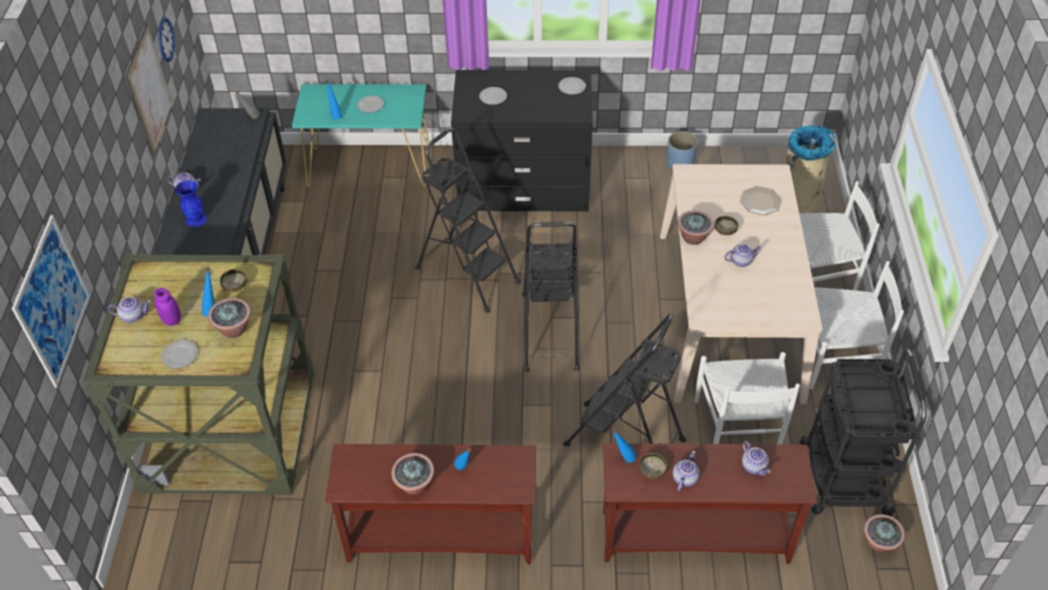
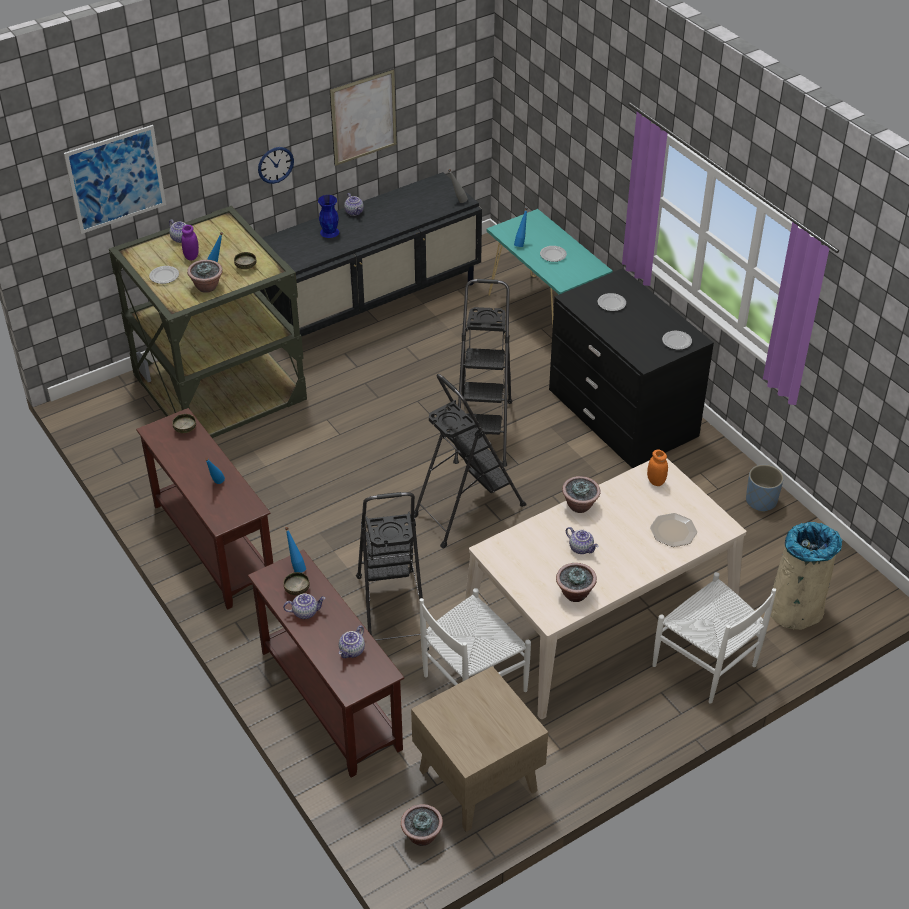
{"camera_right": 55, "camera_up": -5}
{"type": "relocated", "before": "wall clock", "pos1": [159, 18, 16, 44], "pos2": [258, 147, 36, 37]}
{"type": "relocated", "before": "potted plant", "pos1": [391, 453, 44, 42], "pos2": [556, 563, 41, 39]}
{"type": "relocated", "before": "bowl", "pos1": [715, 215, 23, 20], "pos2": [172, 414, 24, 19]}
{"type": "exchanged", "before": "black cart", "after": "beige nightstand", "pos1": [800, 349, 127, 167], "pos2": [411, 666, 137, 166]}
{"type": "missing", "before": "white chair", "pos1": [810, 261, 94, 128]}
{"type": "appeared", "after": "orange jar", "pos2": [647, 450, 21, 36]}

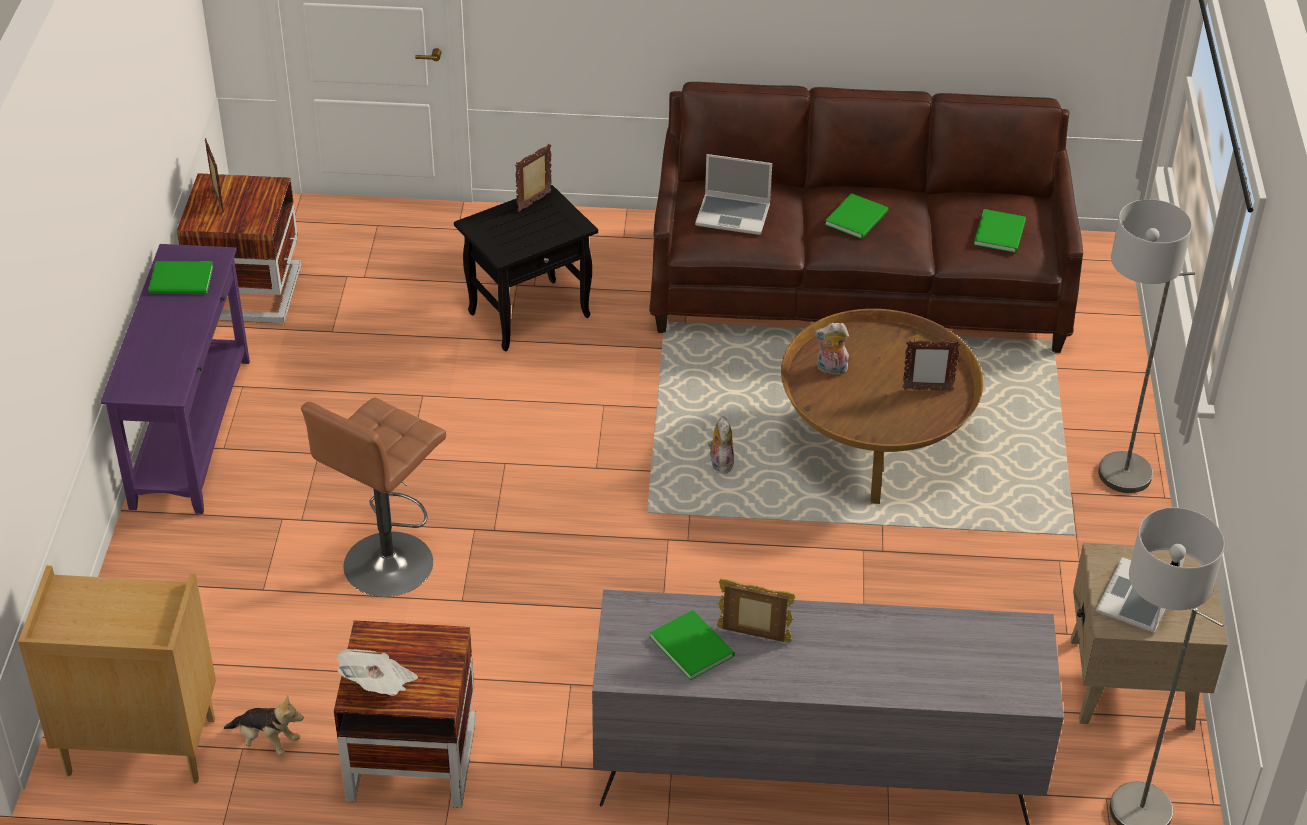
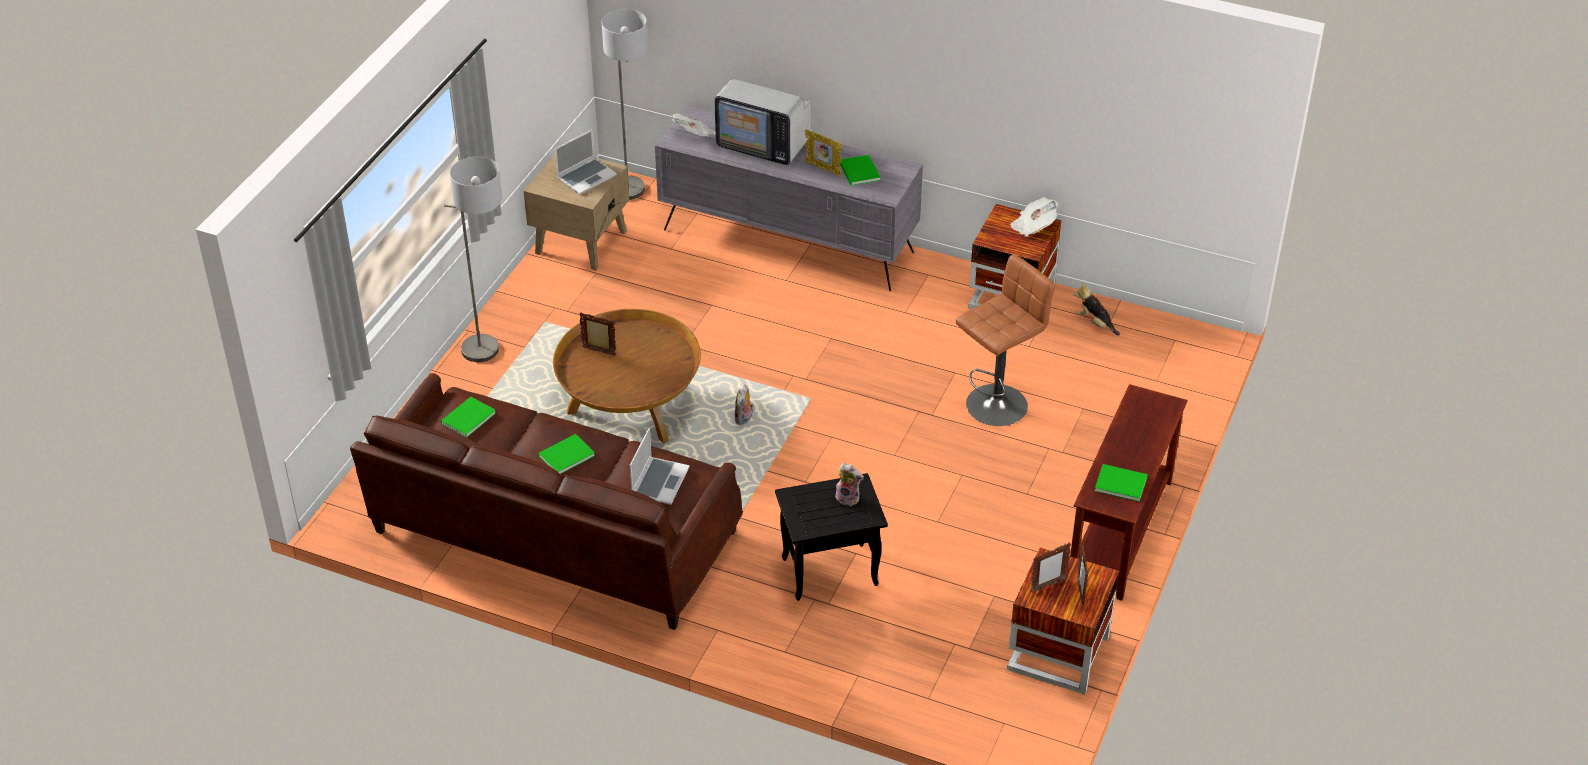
{"camera_right": -160, "camera_up": 0}
{"type": "missing", "before": "brown cabinet", "pos1": [18, 565, 198, 219]}
{"type": "colour", "before": "purple console table", "after": "brown console table", "pos1": [101, 244, 149, 270], "pos2": [1070, 384, 118, 217]}
{"type": "relocated", "before": "picture frame", "pos1": [515, 144, 36, 68], "pos2": [1031, 542, 40, 51]}
{"type": "spun", "before": "laptop", "pos1": [695, 154, 77, 81], "pos2": [630, 428, 60, 77], "turn": 75}
{"type": "relocated", "before": "plush toy", "pos1": [814, 323, 35, 52], "pos2": [835, 463, 29, 43]}
{"type": "appeared", "after": "newspaper", "pos2": [672, 113, 43, 24]}
{"type": "appeared", "after": "television", "pos2": [715, 79, 96, 86]}

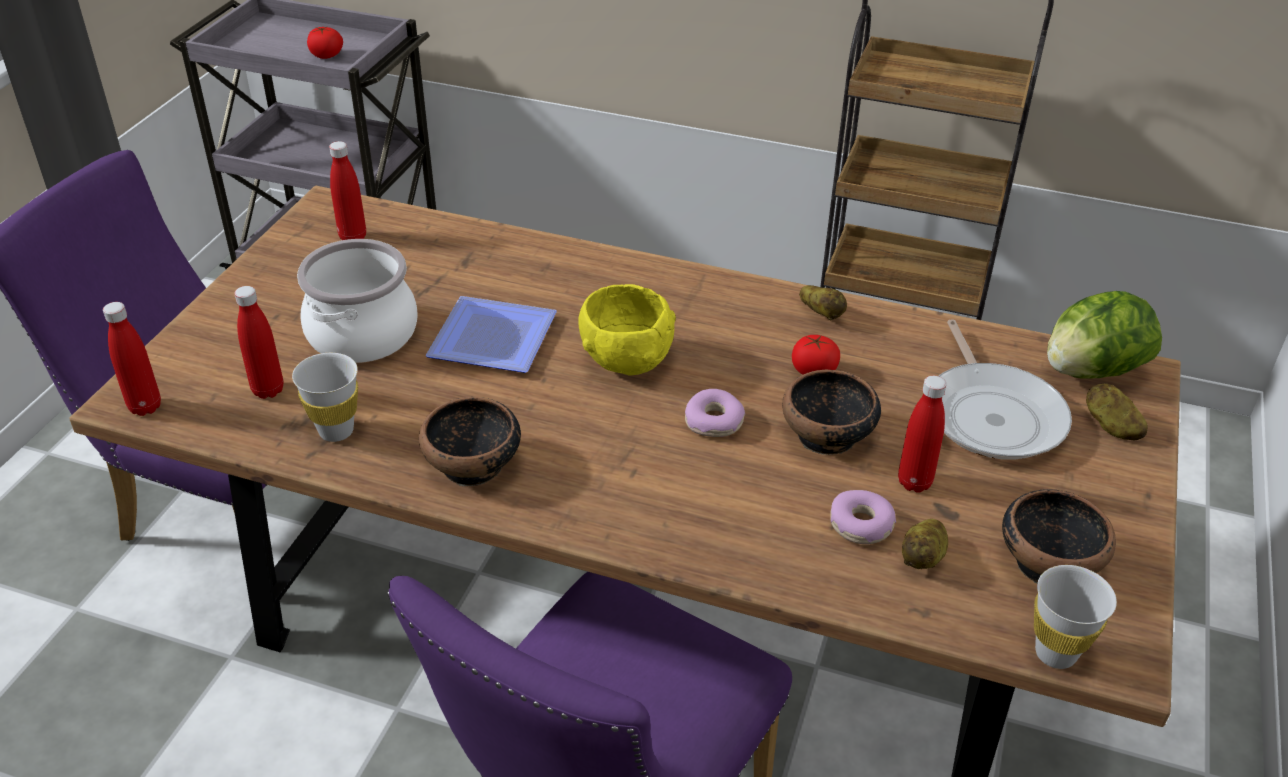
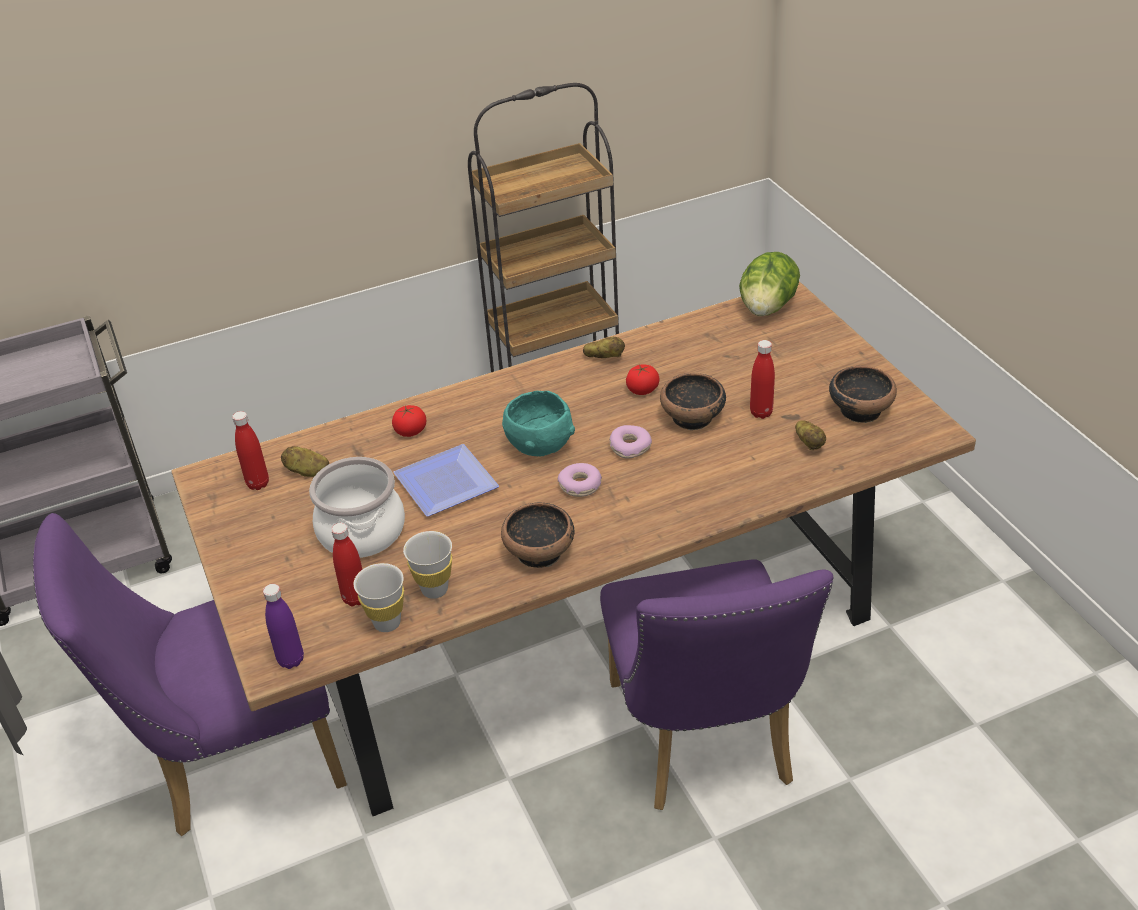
{"camera_right": -40, "camera_up": 0}
{"type": "colour", "before": "red bottle", "after": "purple bottle", "pos1": [103, 302, 58, 114], "pos2": [263, 584, 41, 85]}
{"type": "relocated", "before": "tomato", "pos1": [307, 26, 36, 33], "pos2": [392, 405, 34, 32]}
{"type": "colour", "before": "yellow bowl", "after": "turquoise bowl", "pos1": [579, 284, 97, 92], "pos2": [502, 391, 73, 65]}
{"type": "relocated", "before": "donut", "pos1": [830, 490, 66, 54], "pos2": [558, 463, 44, 34]}
{"type": "missing", "before": "frying pan", "pos1": [939, 319, 133, 141]}
{"type": "relocated", "before": "white cup", "pos1": [1034, 565, 83, 104], "pos2": [354, 563, 50, 69]}
{"type": "relocated", "before": "potato", "pos1": [1086, 383, 62, 57], "pos2": [281, 446, 48, 31]}

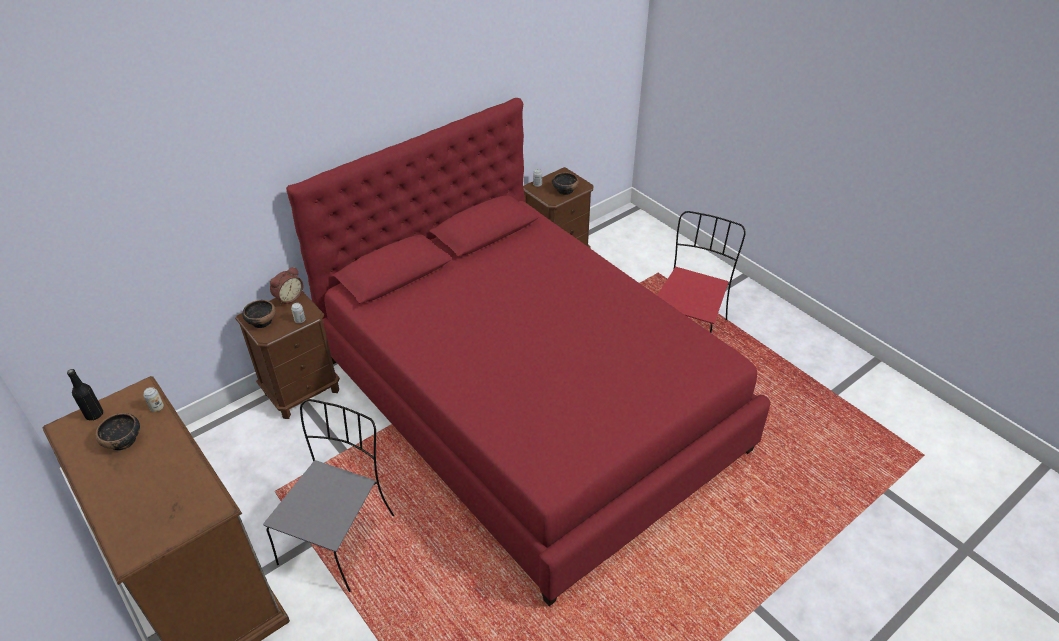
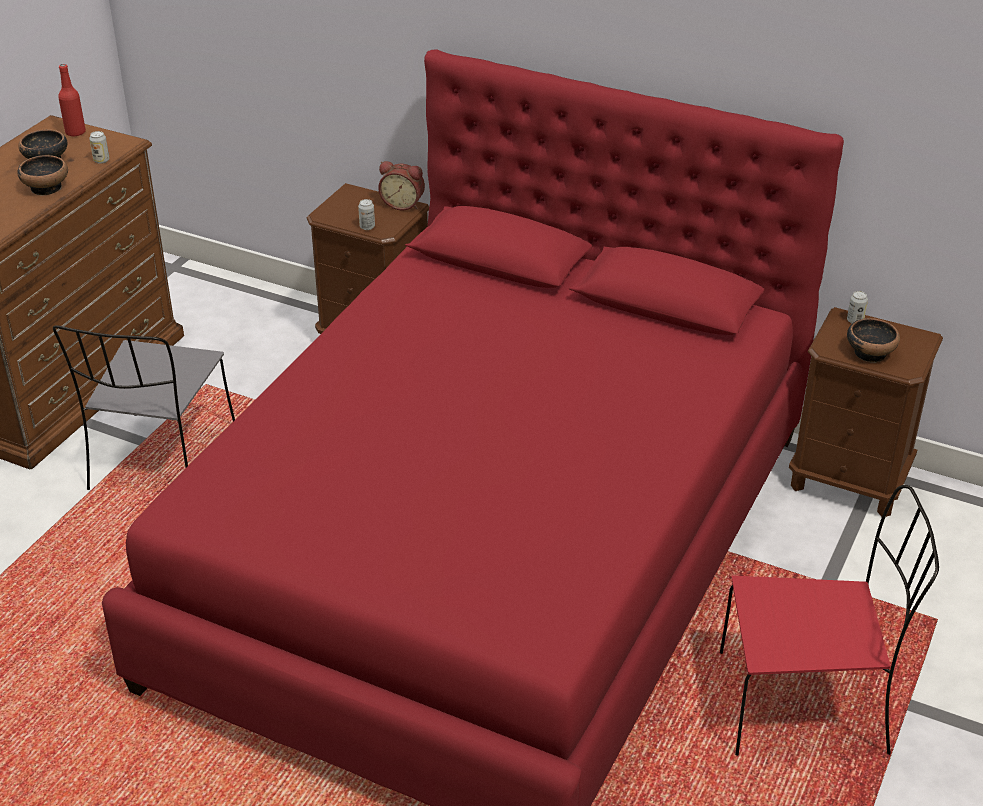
{"camera_right": 65, "camera_up": -5}
{"type": "colour", "before": "black bottle", "after": "red bottle", "pos1": [67, 369, 36, 52], "pos2": [58, 64, 28, 73]}
{"type": "relocated", "before": "bowl", "pos1": [242, 300, 34, 28], "pos2": [18, 155, 50, 41]}
{"type": "spun", "before": "grey chair", "pos1": [263, 399, 131, 193], "pos2": [53, 325, 182, 165], "turn": 105}

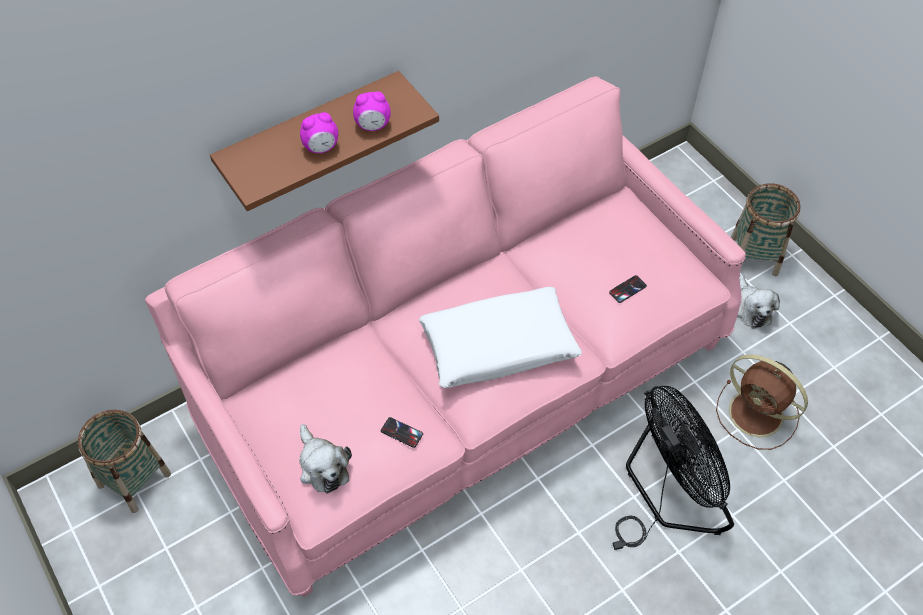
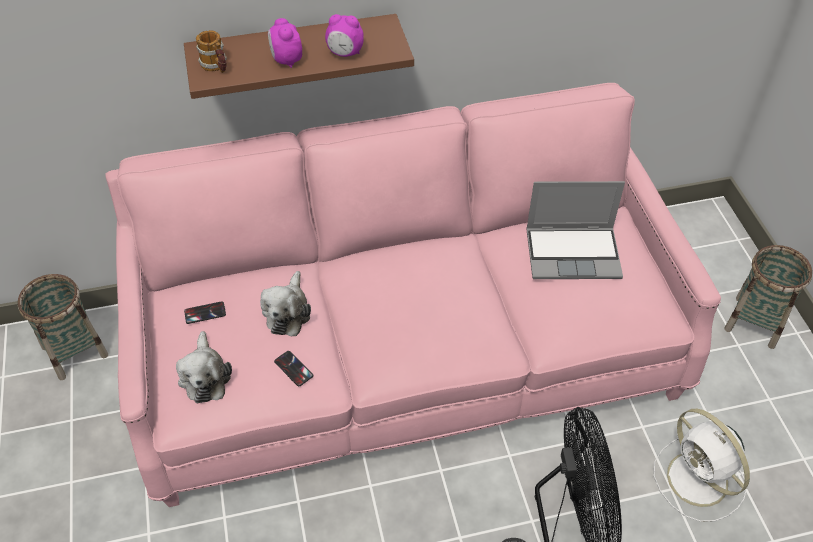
{"camera_right": 20, "camera_up": -5}
{"type": "spun", "before": "alarm clock", "pos1": [300, 112, 38, 41], "pos2": [268, 18, 34, 50], "turn": 75}
{"type": "missing", "before": "white pillow", "pos1": [419, 287, 163, 101]}
{"type": "relocated", "before": "phone", "pos1": [609, 275, 38, 28], "pos2": [184, 301, 42, 23]}
{"type": "colour", "before": "brown fan", "after": "white fan", "pos1": [716, 354, 92, 96], "pos2": [654, 409, 96, 113]}
{"type": "relocated", "before": "plush toy", "pos1": [737, 275, 43, 54], "pos2": [260, 271, 51, 65]}
{"type": "appeared", "after": "mug", "pos2": [196, 30, 31, 43]}
{"type": "appeared", "after": "laptop", "pos2": [526, 181, 99, 98]}

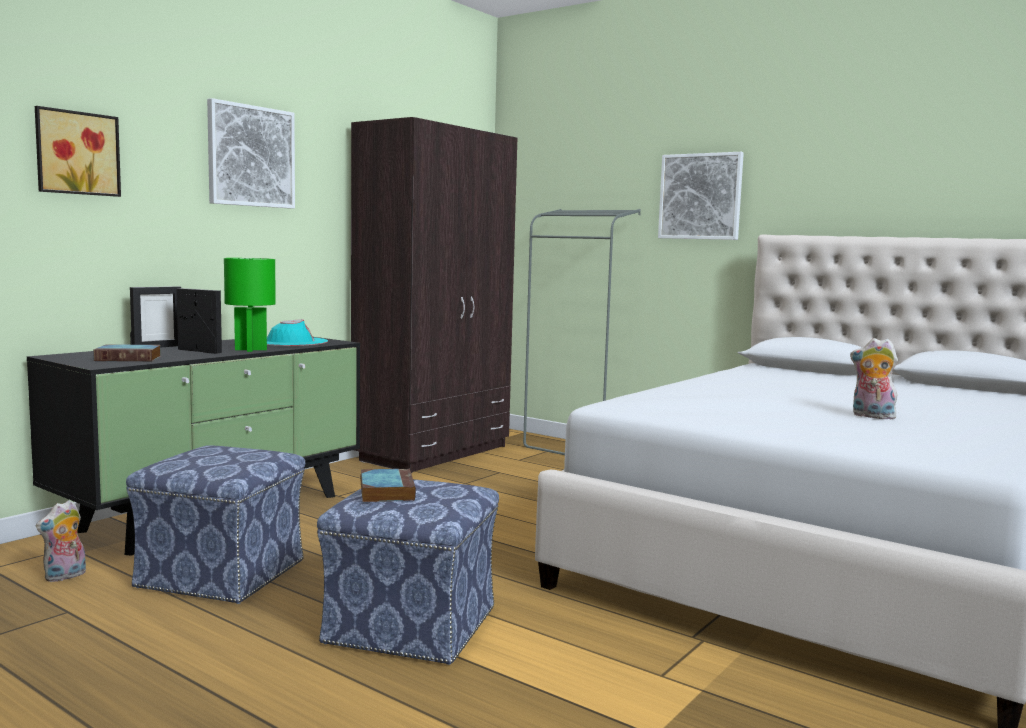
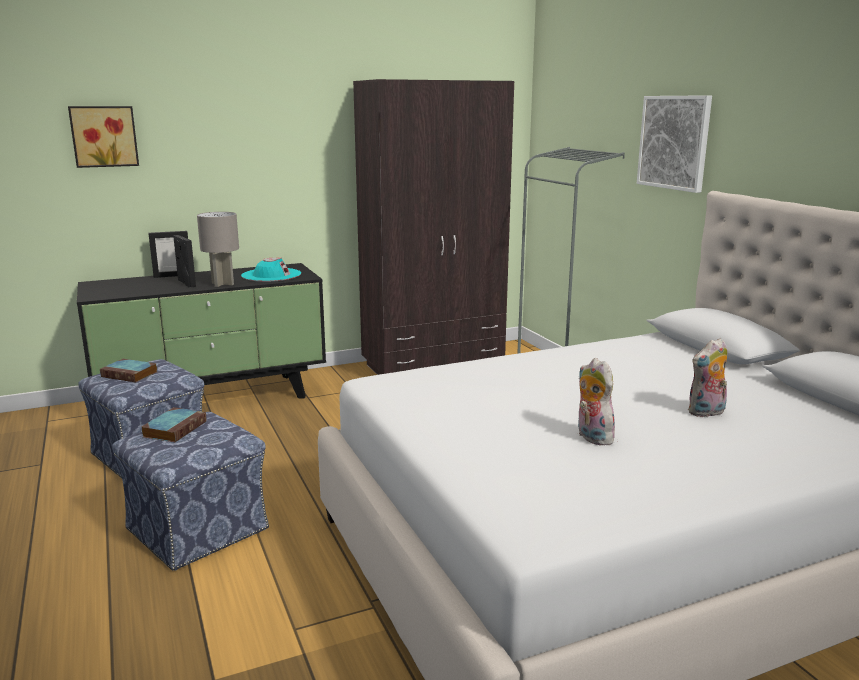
{"camera_right": 30, "camera_up": 10}
{"type": "relocated", "before": "plush toy", "pos1": [36, 500, 50, 82], "pos2": [688, 338, 39, 80]}
{"type": "relocated", "before": "book", "pos1": [93, 344, 68, 17], "pos2": [100, 359, 57, 23]}
{"type": "missing", "before": "picture", "pos1": [207, 98, 88, 111]}
{"type": "colour", "before": "green table lamp", "after": "grey table lamp", "pos1": [224, 258, 52, 94], "pos2": [197, 212, 42, 75]}

